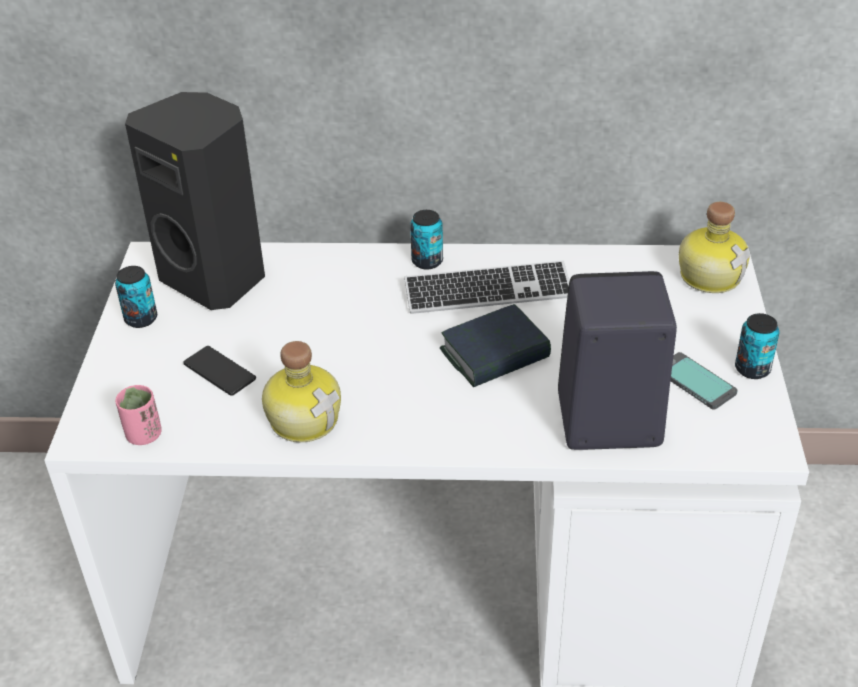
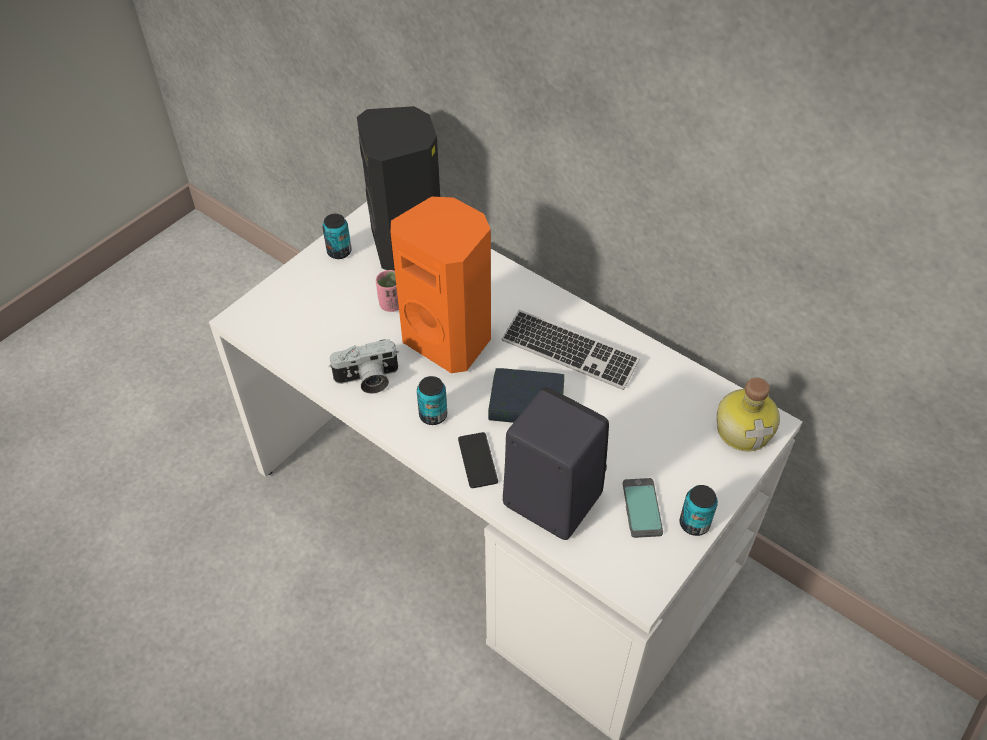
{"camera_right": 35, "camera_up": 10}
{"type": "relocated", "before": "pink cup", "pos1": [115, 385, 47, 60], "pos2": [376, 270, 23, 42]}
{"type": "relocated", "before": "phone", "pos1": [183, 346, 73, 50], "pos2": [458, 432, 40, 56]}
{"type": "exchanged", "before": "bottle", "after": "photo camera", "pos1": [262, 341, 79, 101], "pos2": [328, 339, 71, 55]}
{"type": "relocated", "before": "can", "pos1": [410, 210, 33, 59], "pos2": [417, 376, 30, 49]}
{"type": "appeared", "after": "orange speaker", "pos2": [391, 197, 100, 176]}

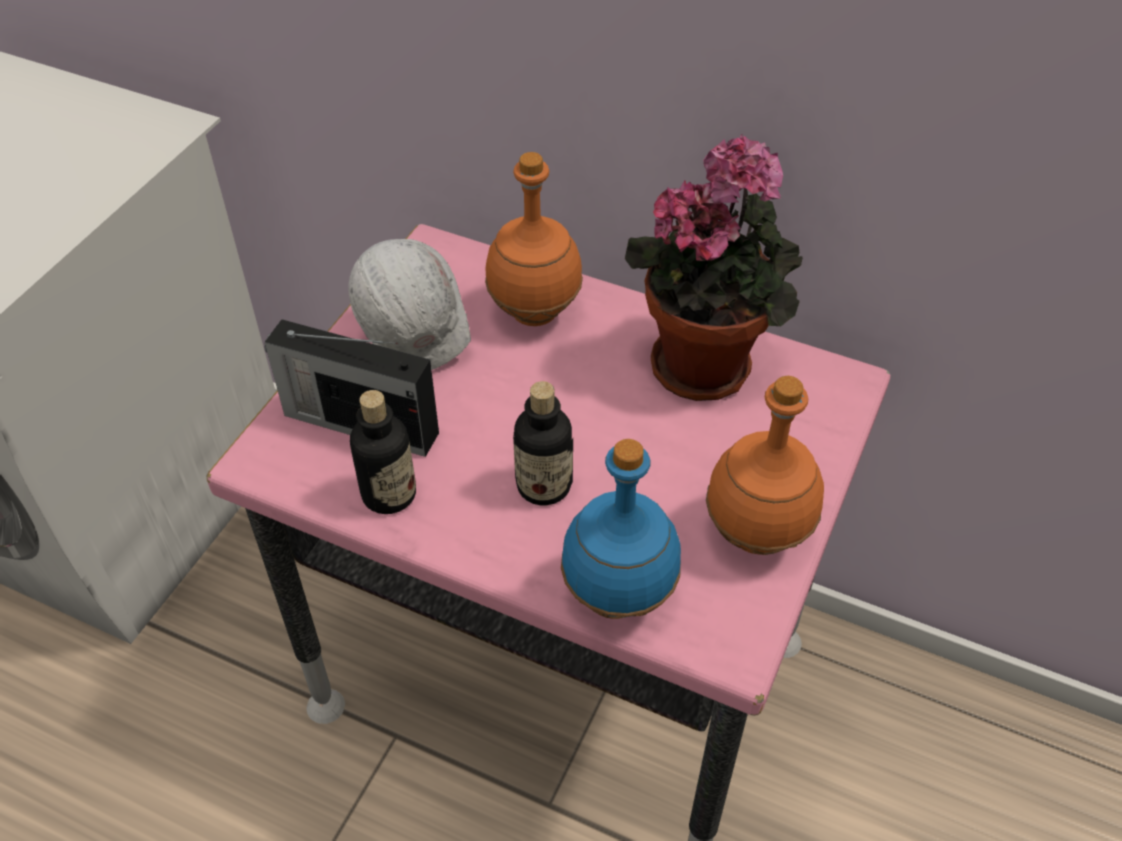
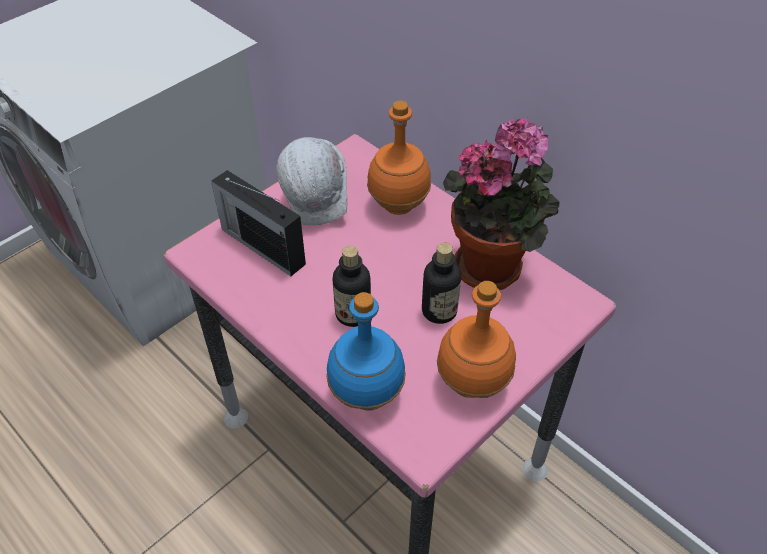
{"camera_right": 20, "camera_up": 0}
{"type": "relocated", "before": "bottle", "pos1": [350, 390, 66, 124], "pos2": [422, 242, 39, 82]}

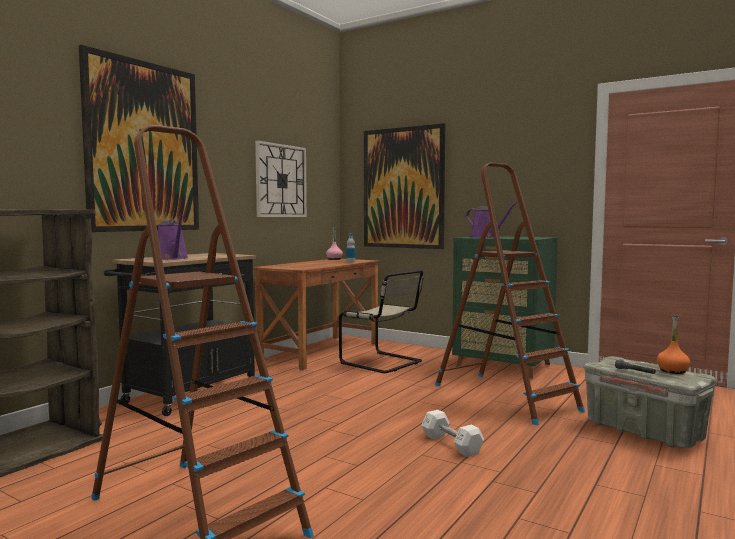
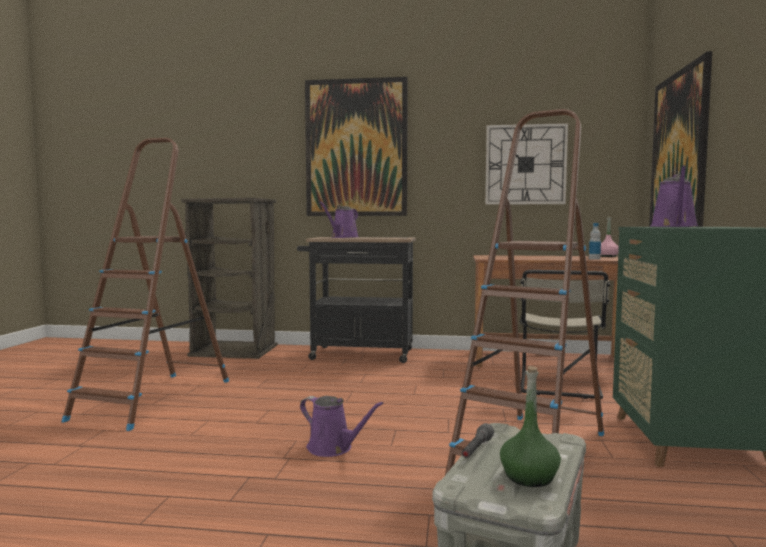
{"camera_right": 65, "camera_up": 0}
{"type": "exchanged", "before": "white dumbbell", "after": "purple watering can", "pos1": [421, 410, 63, 47], "pos2": [300, 396, 84, 61]}
{"type": "colour", "before": "orange bottle", "after": "green bottle", "pos1": [657, 315, 33, 59], "pos2": [500, 366, 61, 121]}

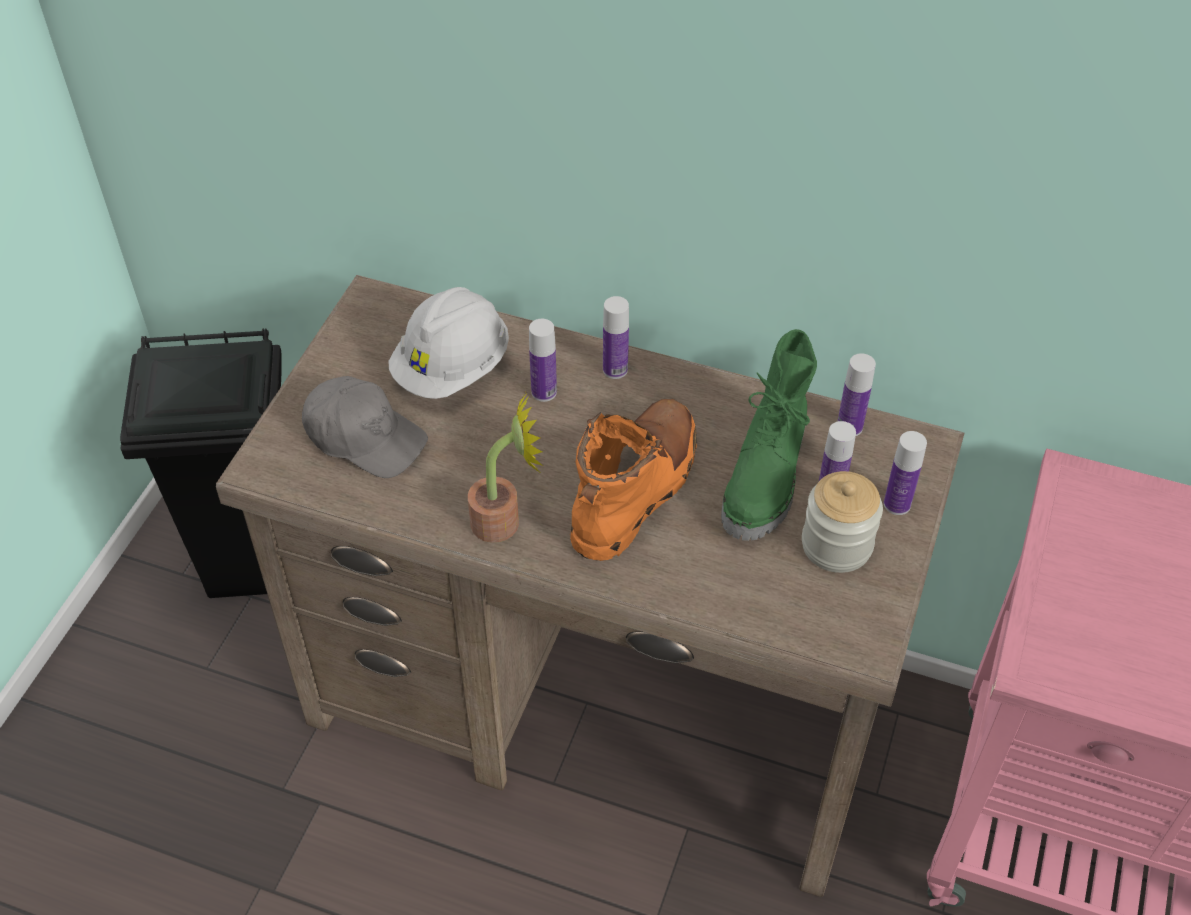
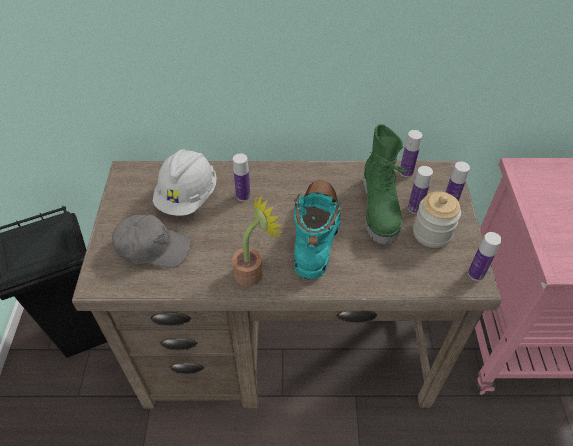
{"camera_right": -20, "camera_up": 0}
{"type": "colour", "before": "orange boot", "after": "turquoise boot", "pos1": [570, 399, 127, 162], "pos2": [294, 180, 48, 99]}
{"type": "relocated", "before": "bottle", "pos1": [603, 296, 26, 83], "pos2": [468, 232, 34, 49]}

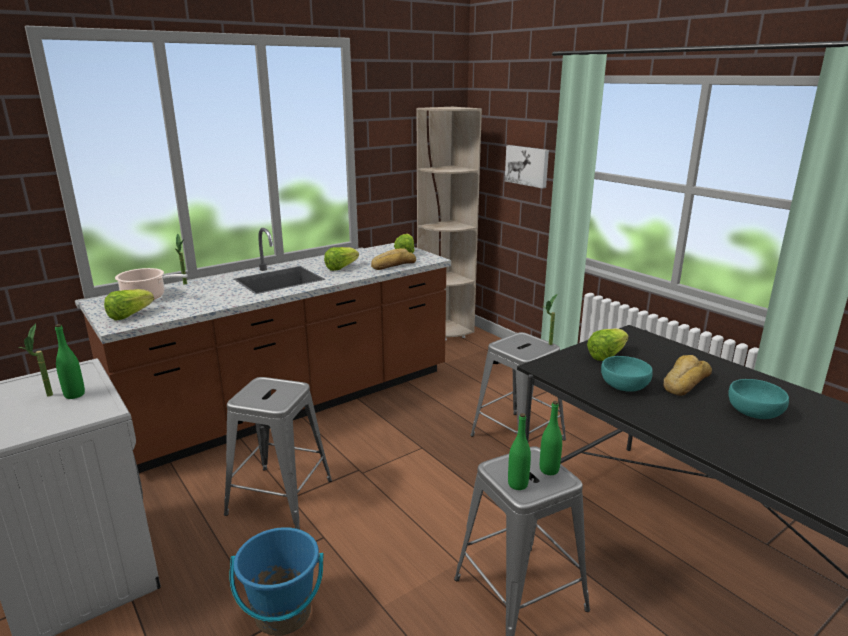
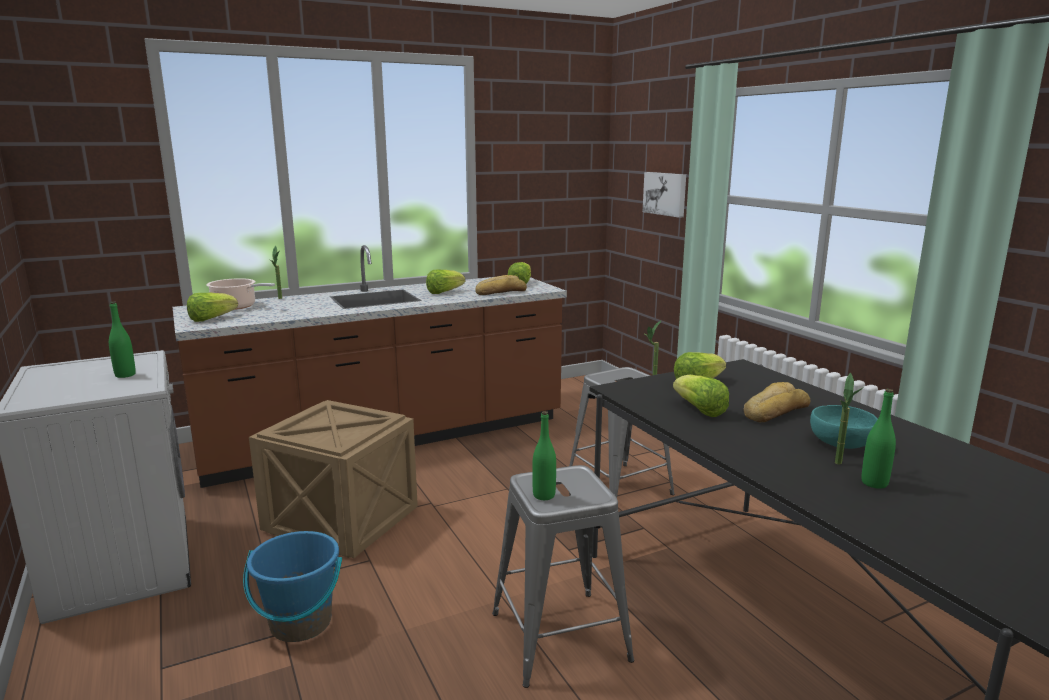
{"camera_right": 10, "camera_up": -5}
{"type": "relocated", "before": "potted plant", "pos1": [18, 323, 35, 73], "pos2": [835, 373, 29, 92]}
{"type": "exchanged", "before": "grey stool", "after": "crate", "pos1": [224, 377, 108, 152], "pos2": [249, 400, 169, 158]}
{"type": "missing", "before": "beige bookcase", "pos1": [417, 107, 65, 233]}
{"type": "relocated", "before": "green bottle", "pos1": [540, 401, 22, 74], "pos2": [861, 389, 35, 100]}
{"type": "exchanged", "before": "turquoise bowl", "after": "lettuce", "pos1": [601, 356, 52, 36], "pos2": [673, 375, 56, 42]}

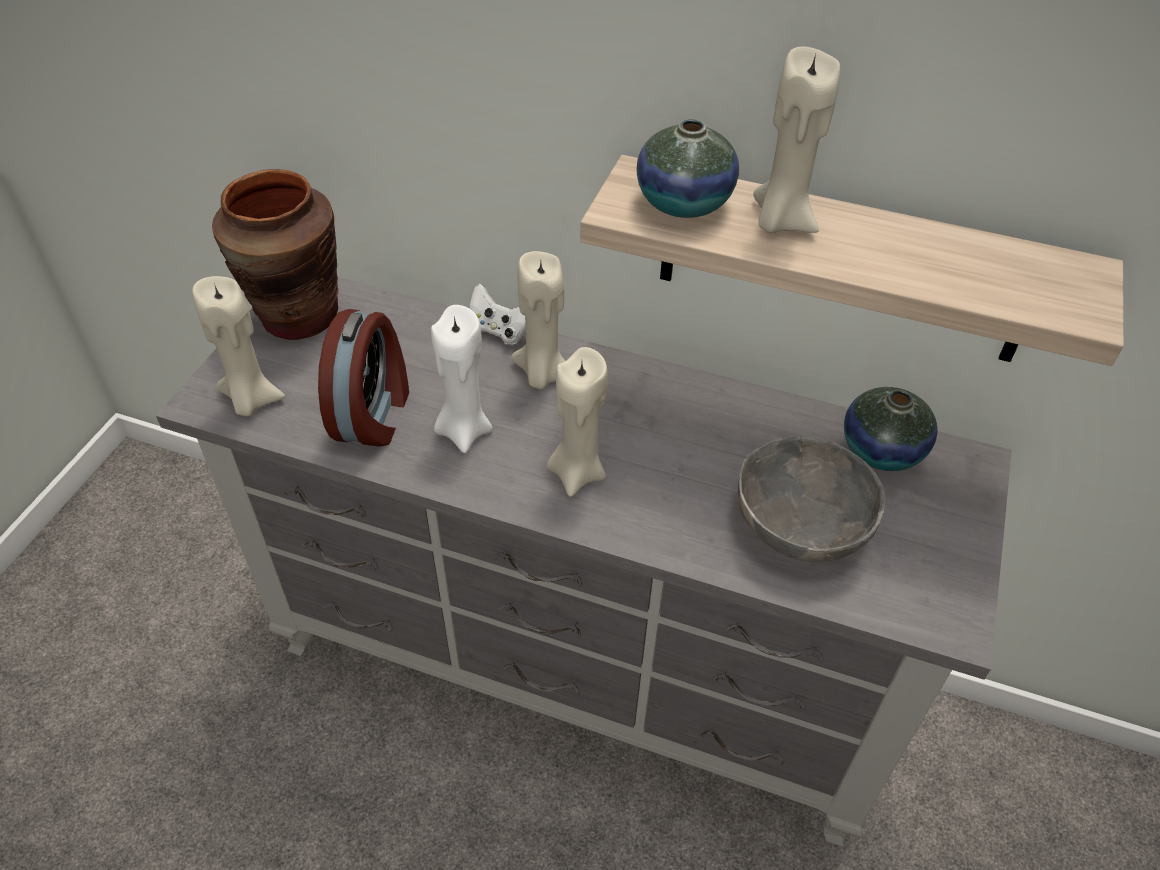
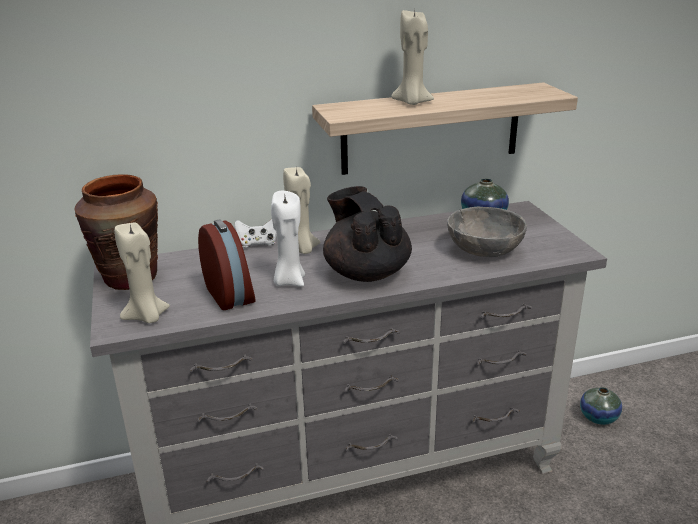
{"camera_right": -35, "camera_up": -20}
{"type": "exchanged", "before": "beige candle", "after": "black teapot", "pos1": [547, 347, 61, 150], "pos2": [323, 186, 89, 96]}
{"type": "relocated", "before": "vase", "pos1": [637, 119, 102, 99], "pos2": [580, 387, 42, 38]}

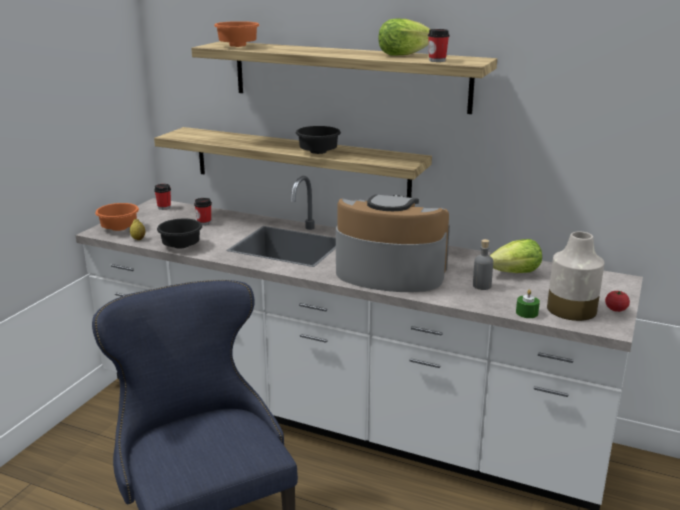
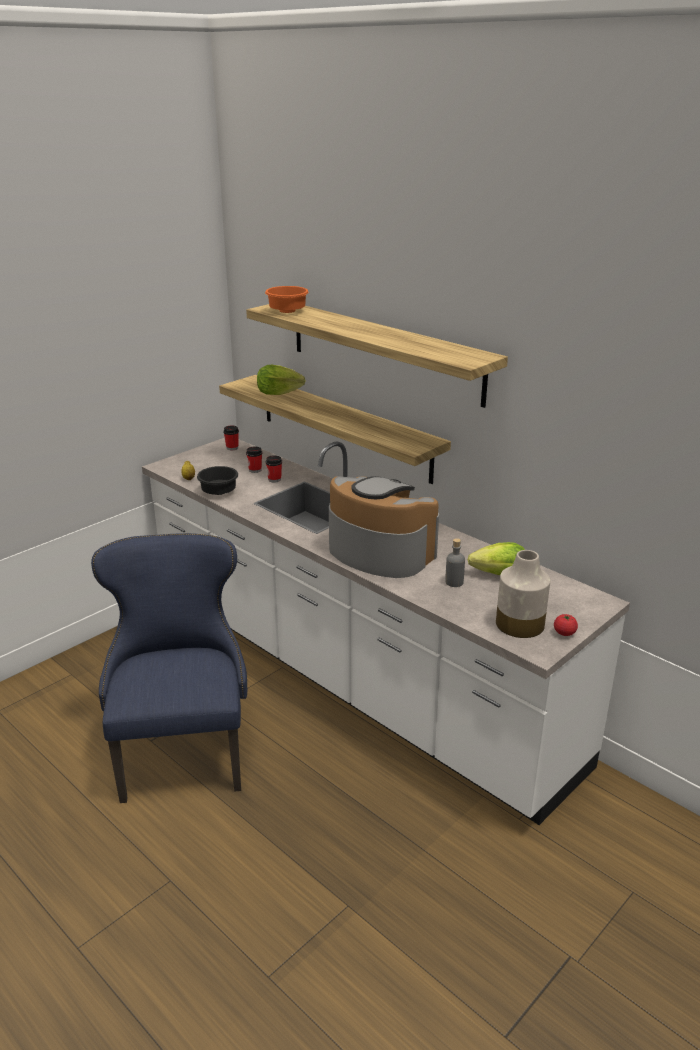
{"camera_right": 20, "camera_up": 5}
{"type": "missing", "before": "orange bowl", "pos1": [95, 203, 44, 28]}
{"type": "missing", "before": "black bowl", "pos1": [296, 126, 45, 28]}
{"type": "relocated", "before": "lettuce", "pos1": [378, 18, 52, 38], "pos2": [257, 365, 49, 30]}
{"type": "relocated", "before": "cup", "pos1": [428, 29, 22, 33], "pos2": [266, 455, 16, 28]}
{"type": "missing", "before": "green candle", "pos1": [516, 289, 24, 29]}

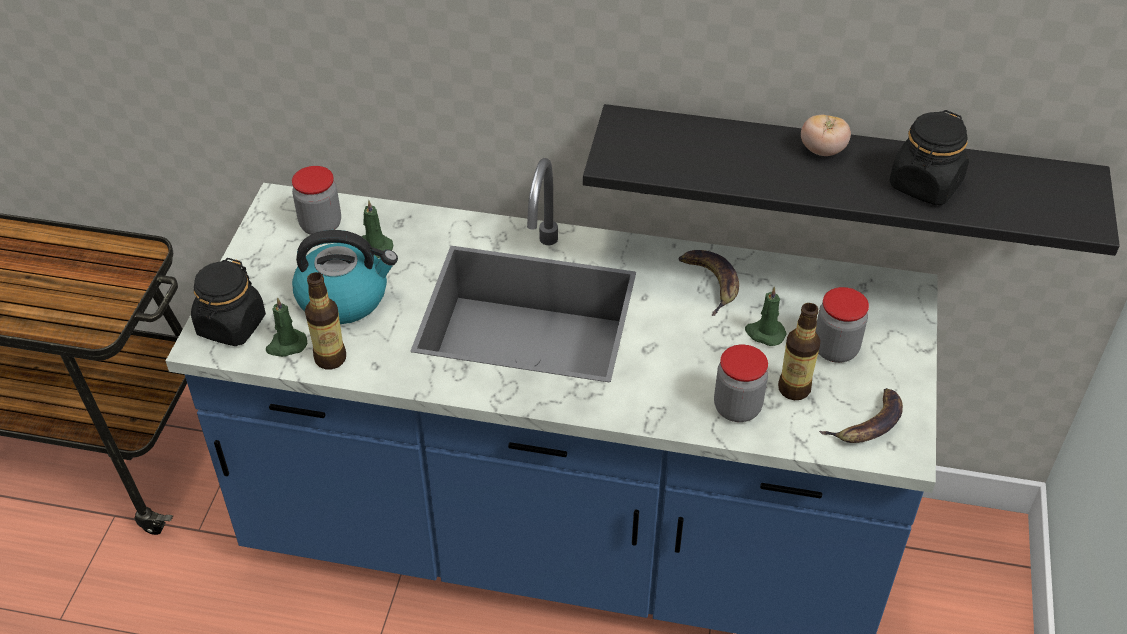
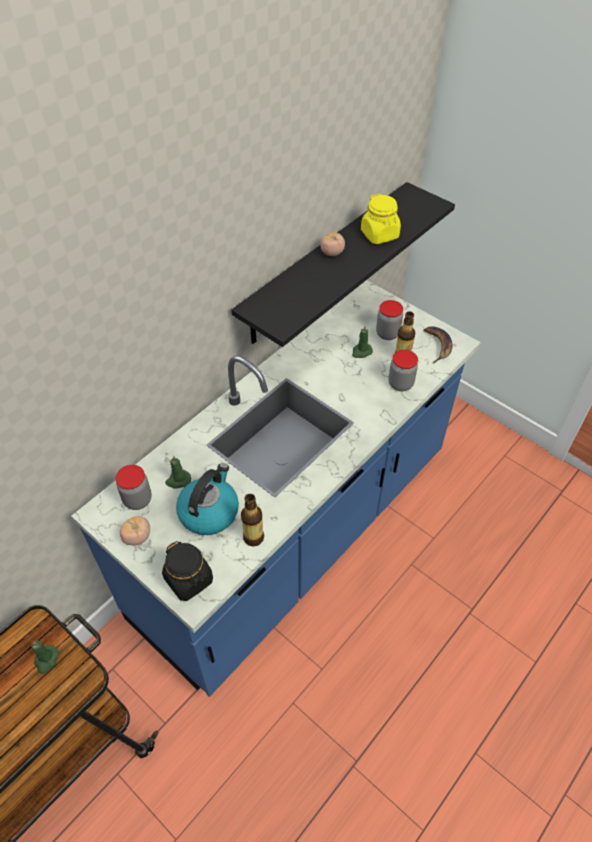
{"camera_right": -60, "camera_up": 5}
{"type": "relocated", "before": "green candle", "pos1": [266, 297, 41, 60], "pos2": [31, 640, 28, 34]}
{"type": "missing", "before": "banana", "pos1": [678, 250, 61, 66]}
{"type": "colour", "before": "black jar", "after": "yellow jar", "pos1": [889, 110, 80, 95], "pos2": [361, 194, 40, 50]}
{"type": "appeared", "after": "tomato", "pos2": [120, 516, 30, 29]}

